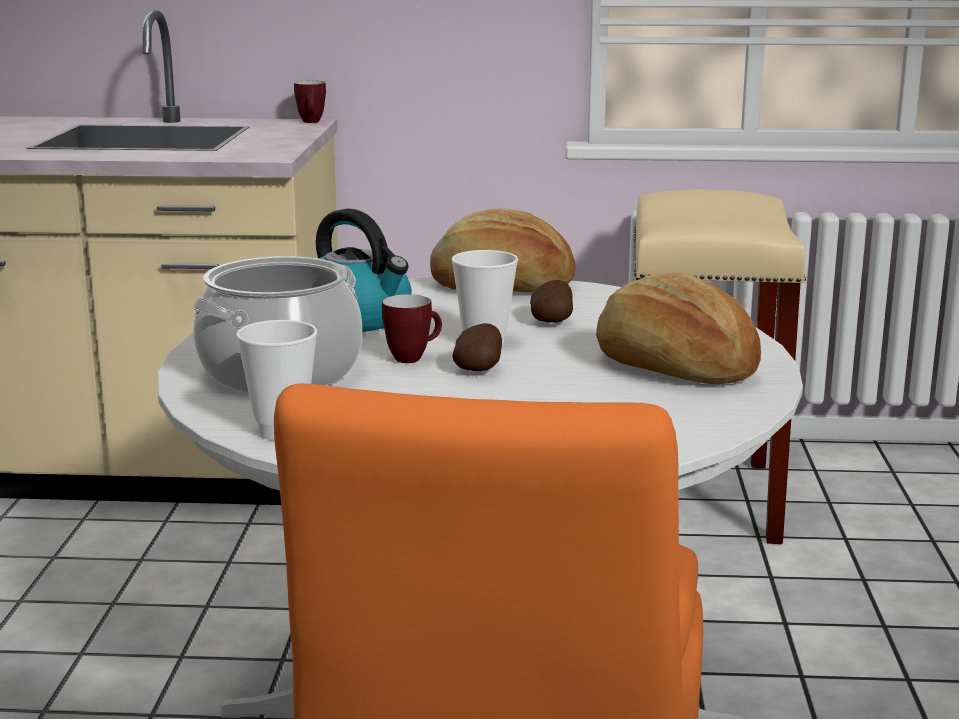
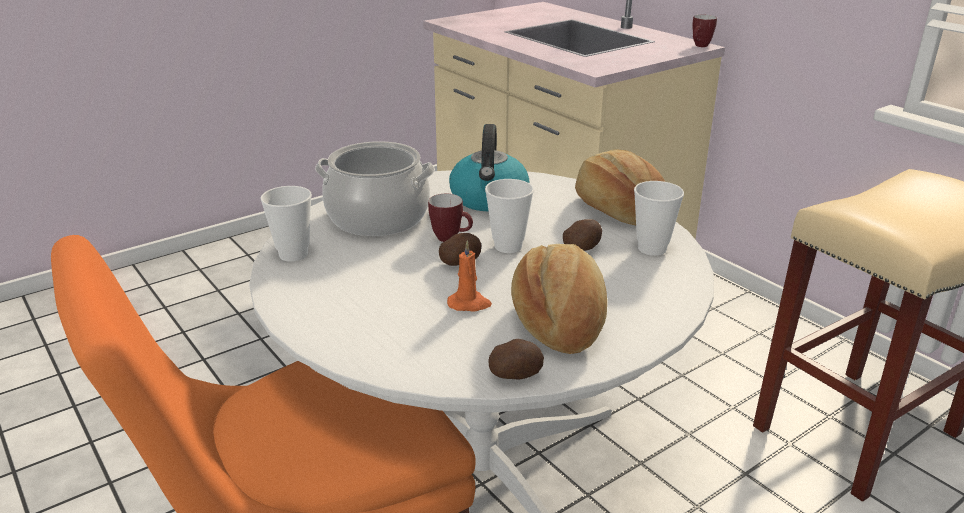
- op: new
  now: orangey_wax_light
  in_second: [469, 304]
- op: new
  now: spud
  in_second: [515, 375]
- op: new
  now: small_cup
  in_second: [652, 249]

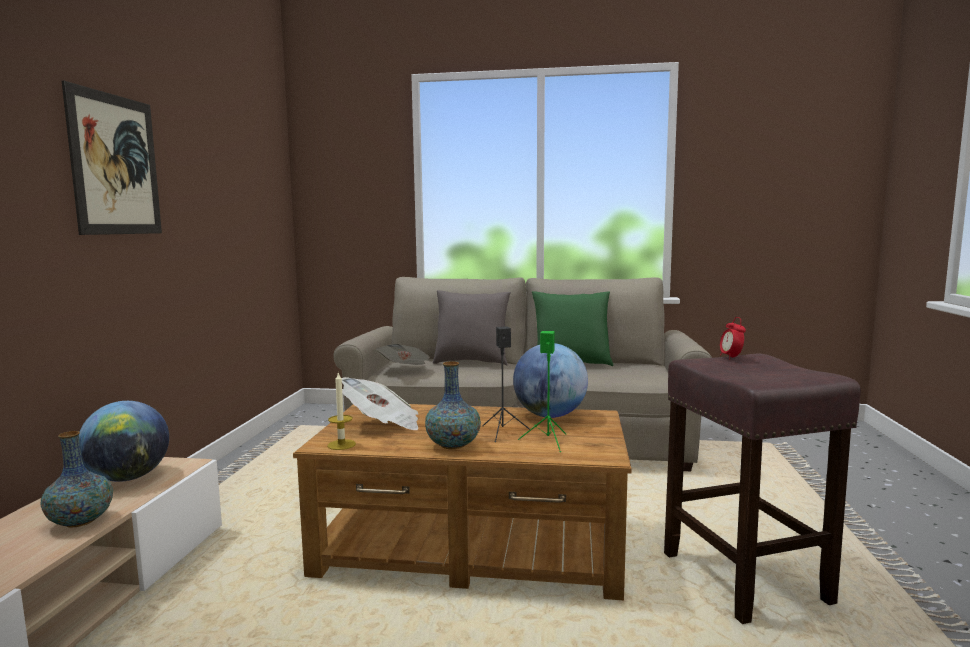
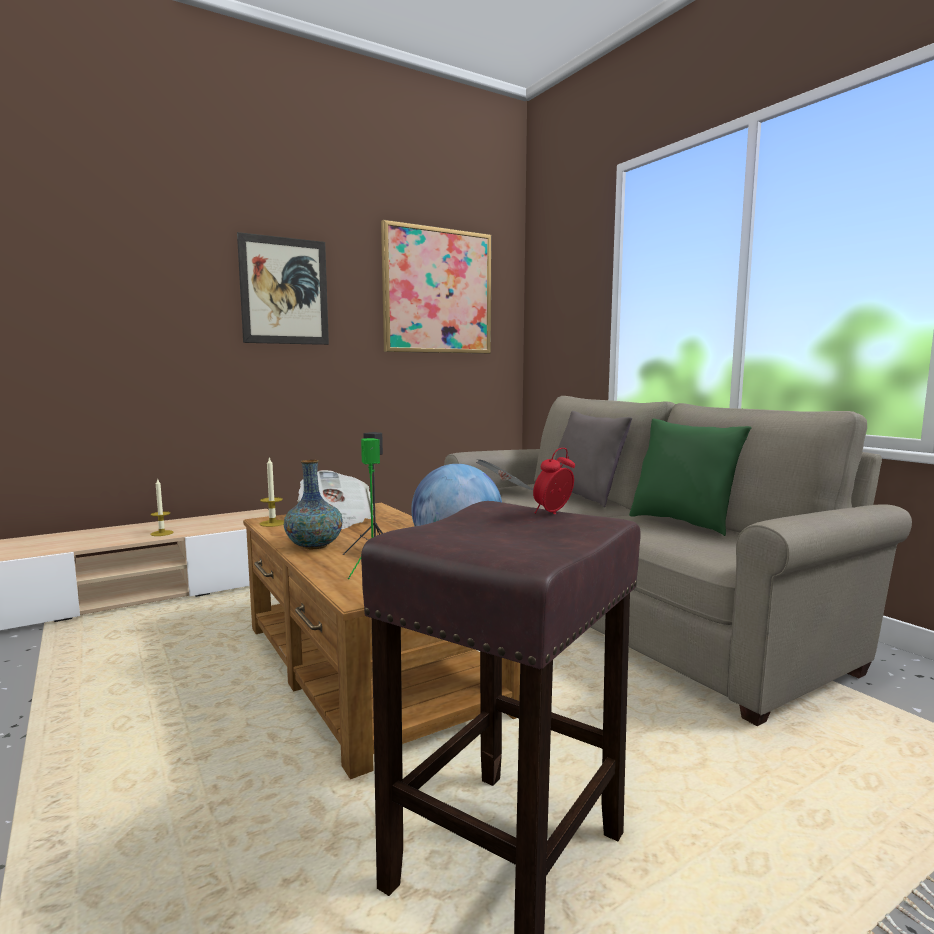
- op: swapped
  was: flower_vase
  now: wax_light
  in_first: [80, 521]
  in_second: [162, 533]
- op: new
  now: picture
  in_second: [438, 291]
- op: gone
  was: desk_globe
  in_first: [128, 478]

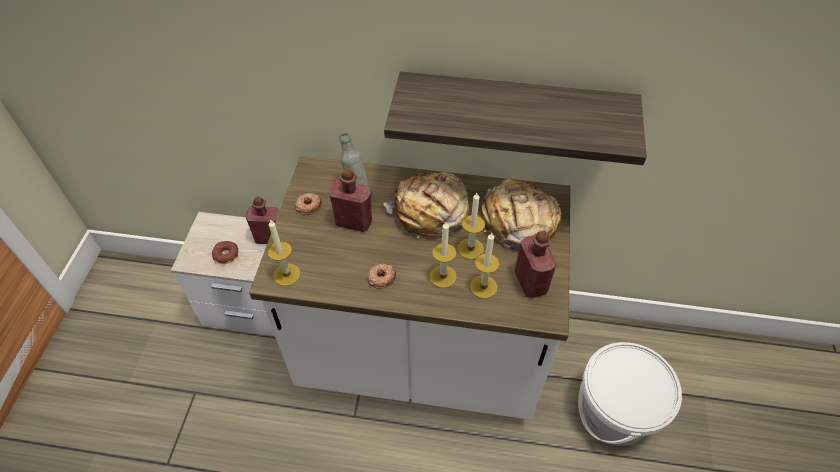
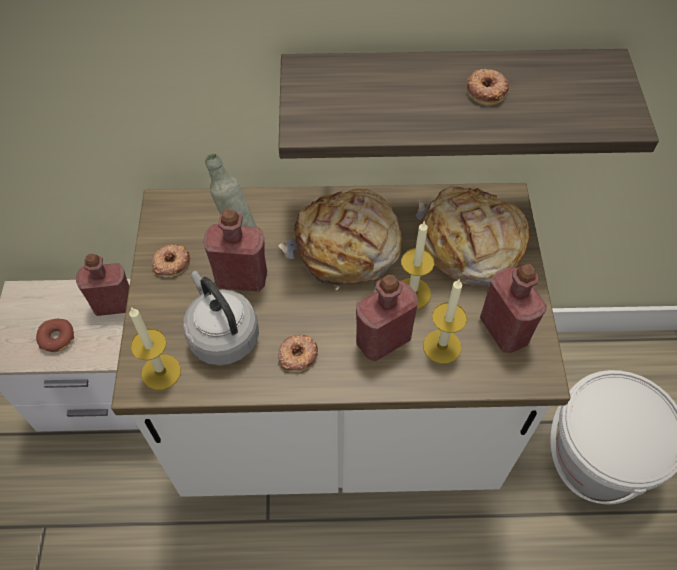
- op: new
  now: grey_kettle
  in_second: [222, 335]
- op: swapped
  was: wax_light
  now: red_bottle
  in_first: [443, 276]
  in_second: [383, 340]
- op: new
  now: donut
  in_second: [486, 90]

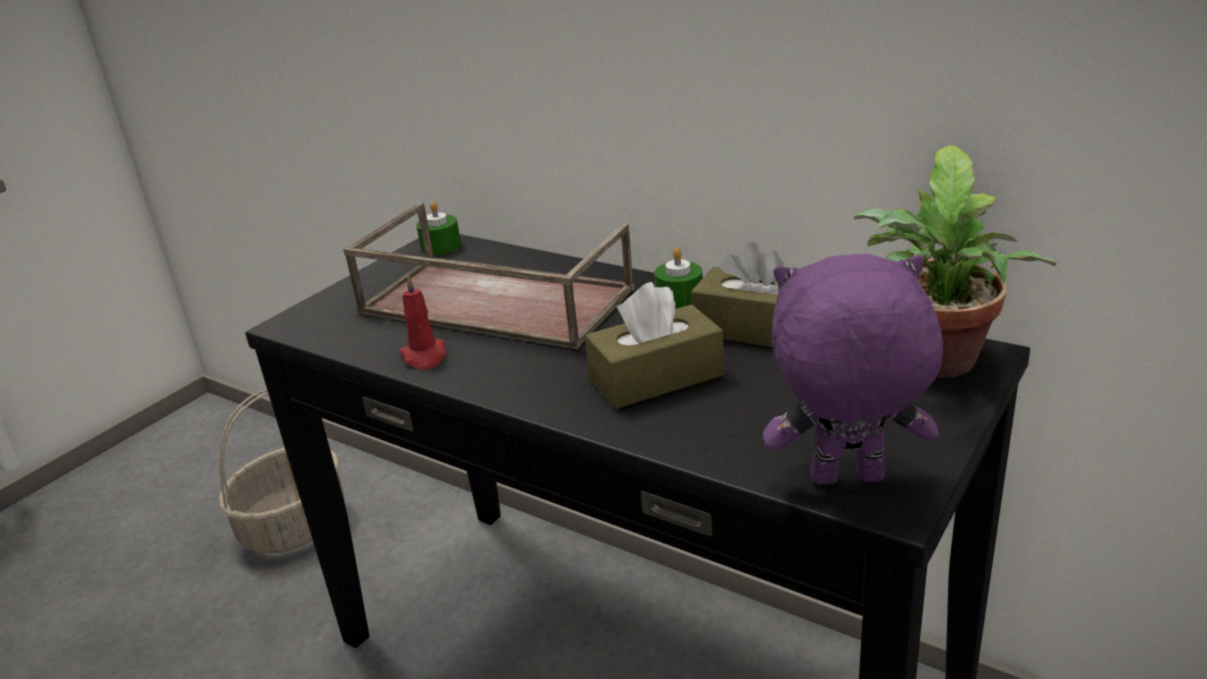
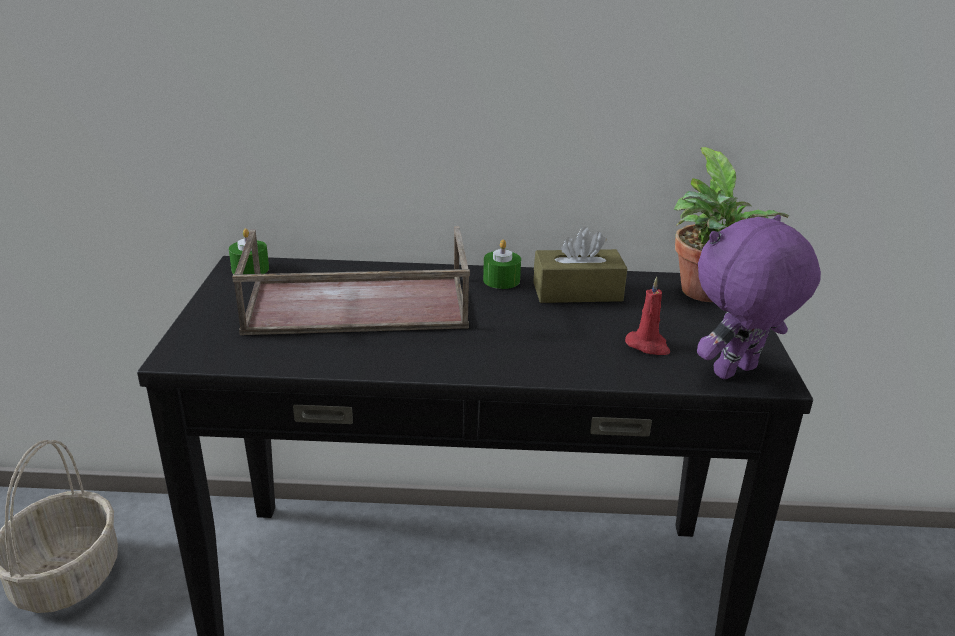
- op: shifted
  was: red_wax_light
  in_first: [425, 357]
  in_second: [648, 346]
- op: gone
  was: brown-coloured_box_of_tissues
  in_first: [656, 378]

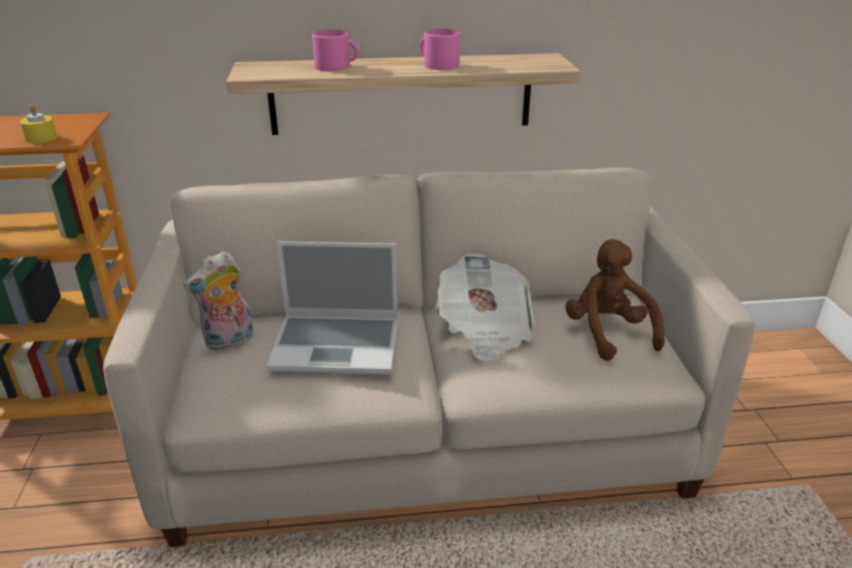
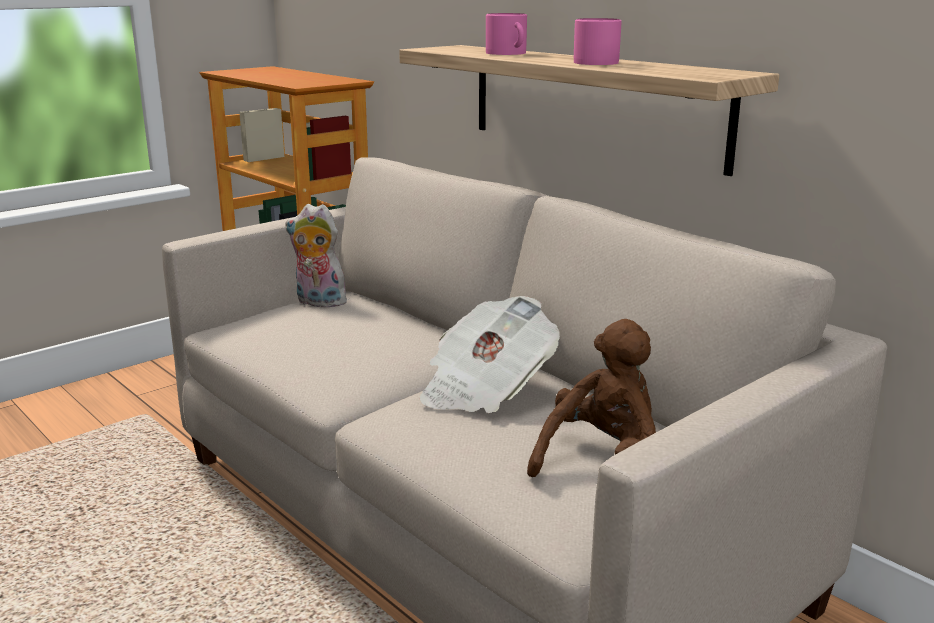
- op: gone
  was: yellow-coloured_wax_light
  in_first: [41, 138]
- op: gone
  was: portable_computer
  in_first: [338, 345]

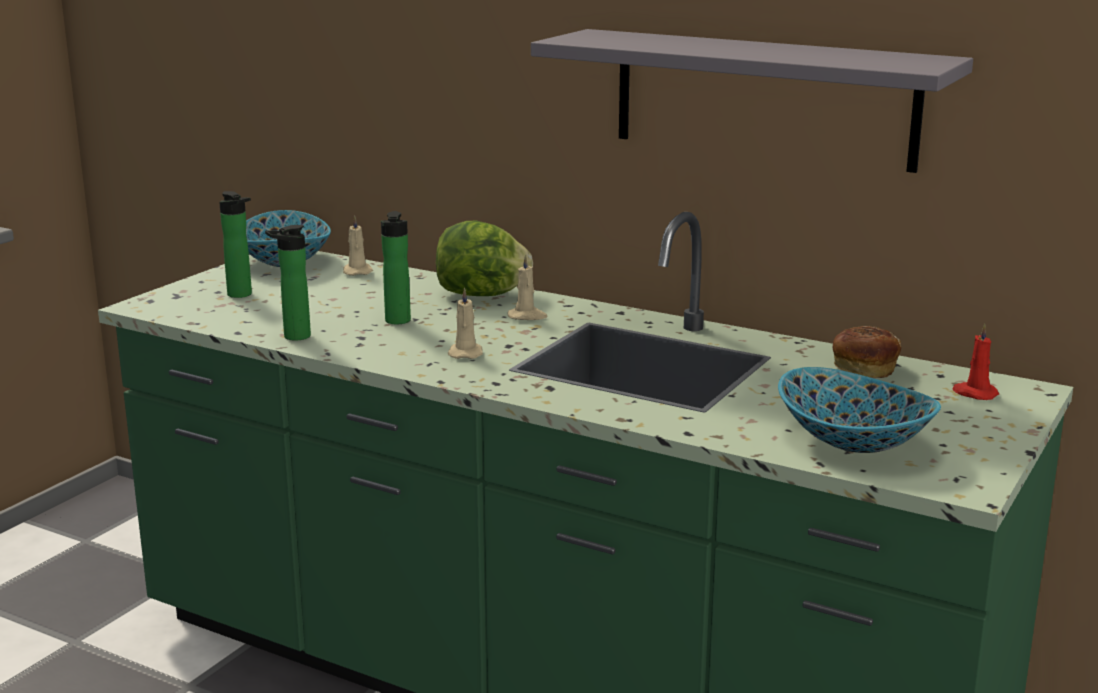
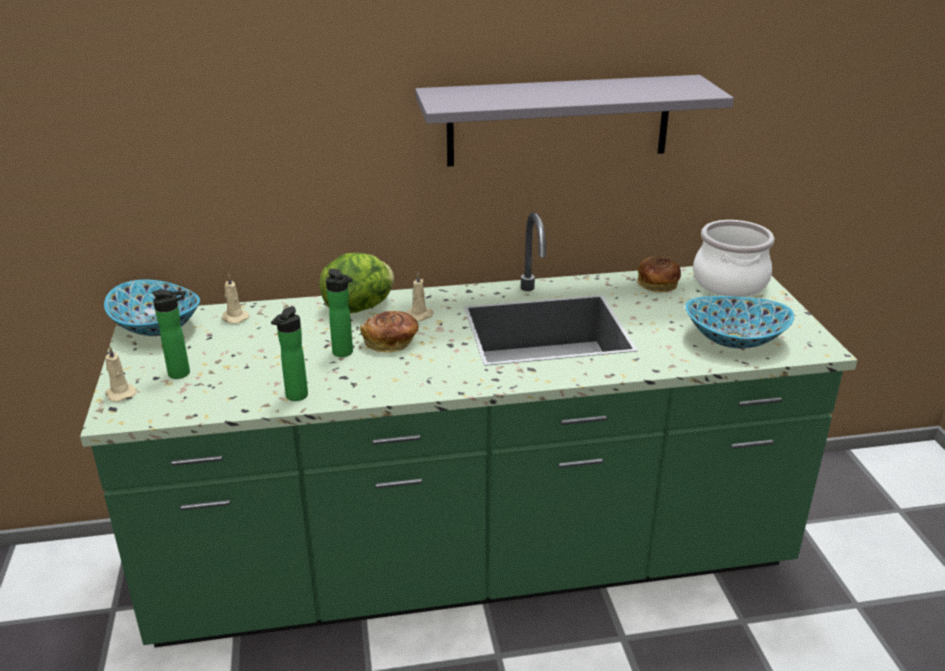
- op: shifted
  was: beige-coloured_wax_light
  in_first: [466, 353]
  in_second: [120, 393]
- op: new
  now: bakery_bread
  in_second: [391, 343]
- op: swapped
  was: red_wax_light
  now: cooking_pot
  in_first: [974, 393]
  in_second: [729, 283]

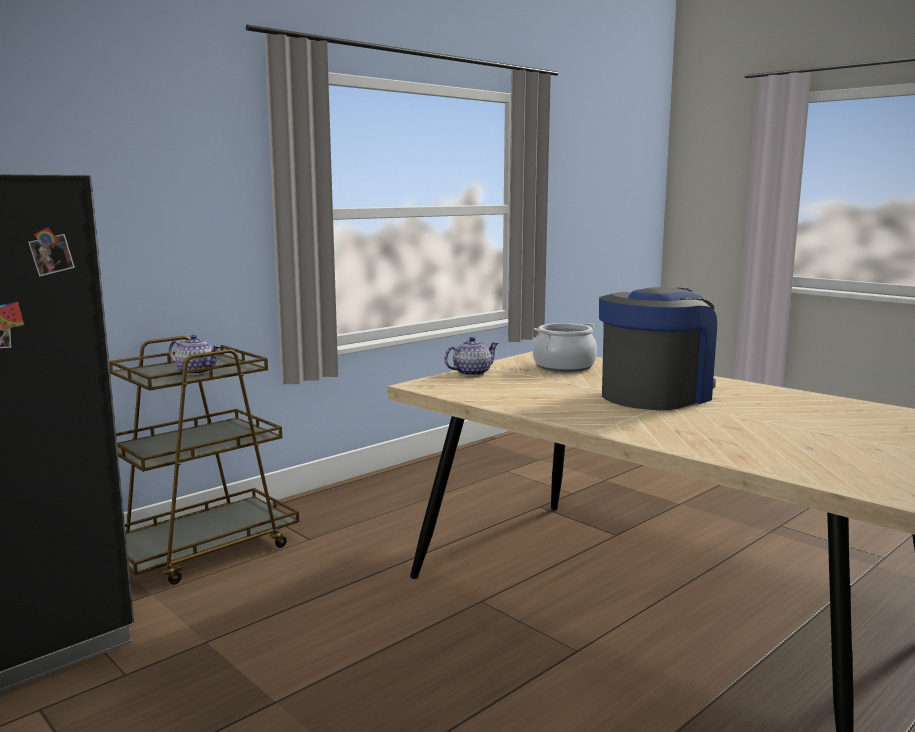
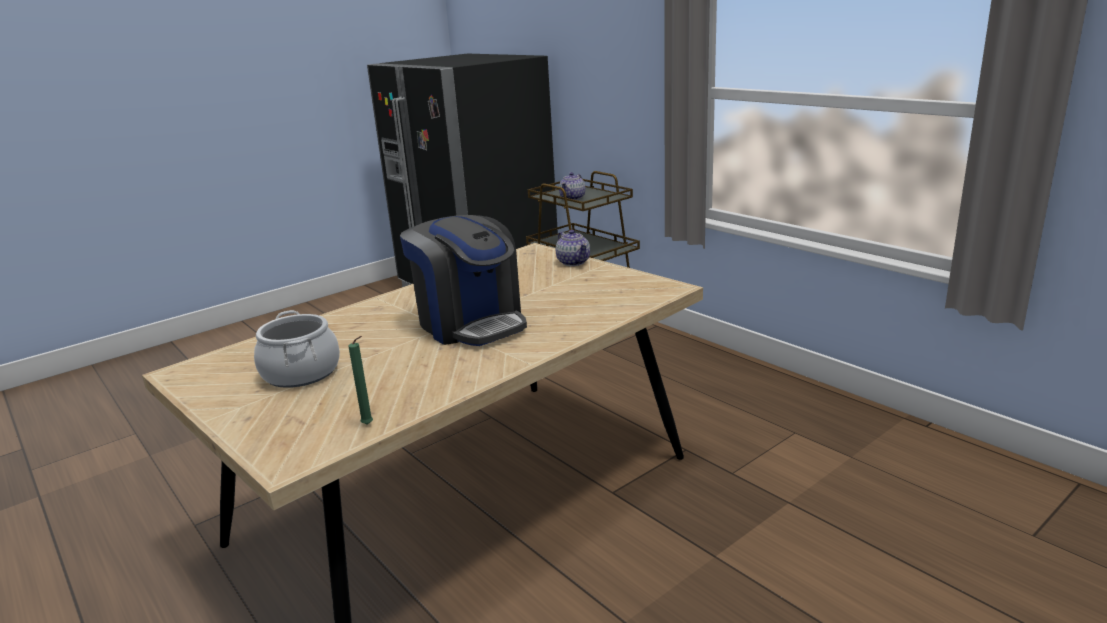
- op: shifted
  was: cooking_pot
  in_first: [564, 367]
  in_second: [301, 373]
- op: new
  now: greenish_wax_light
  in_second: [369, 424]

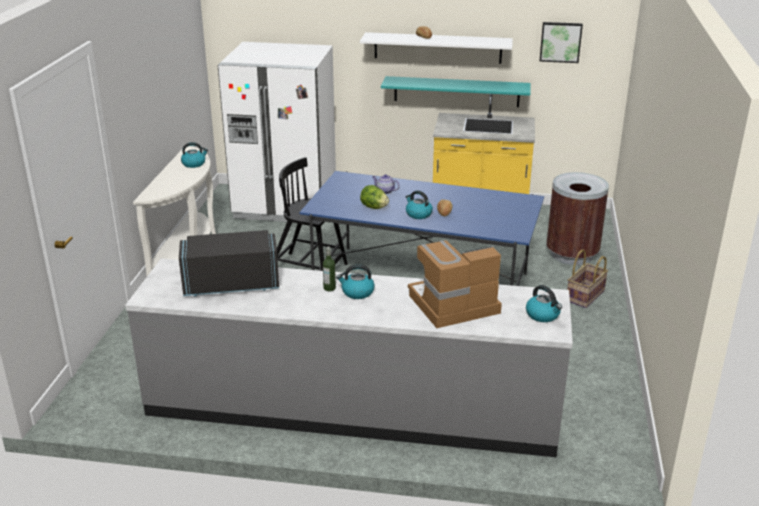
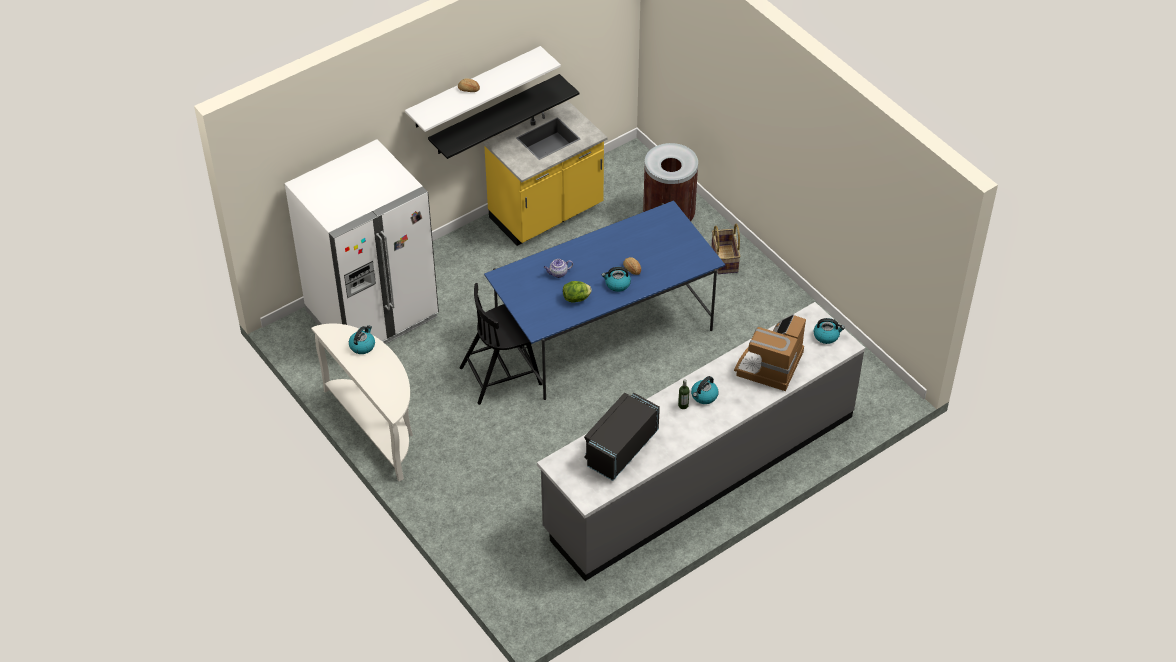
- op: repainted
  was: blue-green_shelf
  now: black_shelf
  in_first: [456, 91]
  in_second: [495, 115]
- op: gone
  was: picture
  in_first: [560, 42]

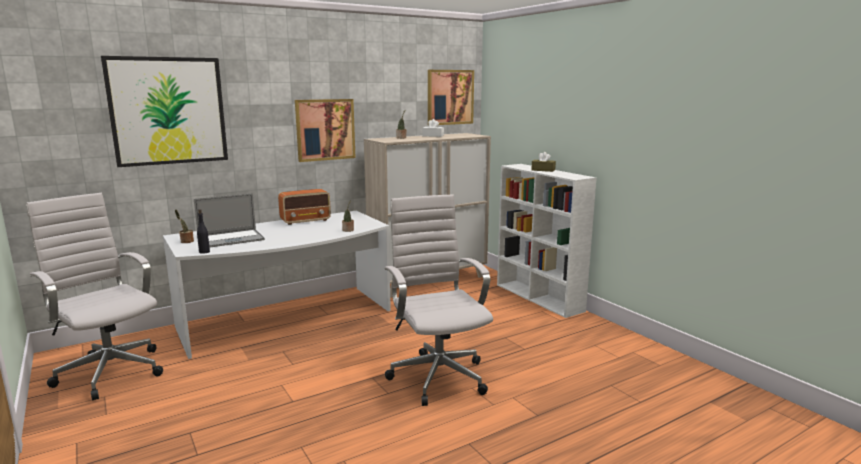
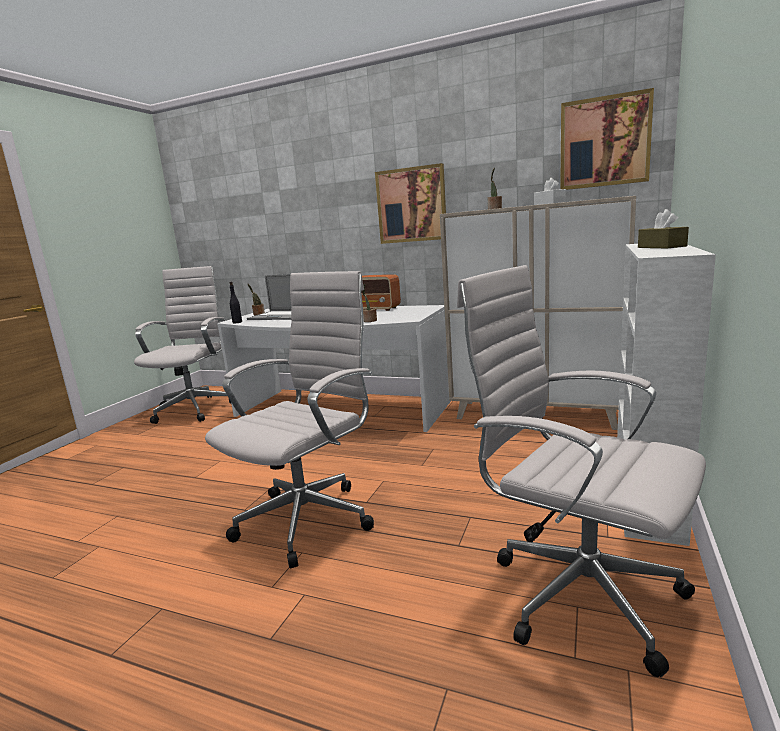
- op: new
  now: white_desk_chair
  in_second: [576, 592]
- op: gone
  was: picture
  in_first: [168, 111]

